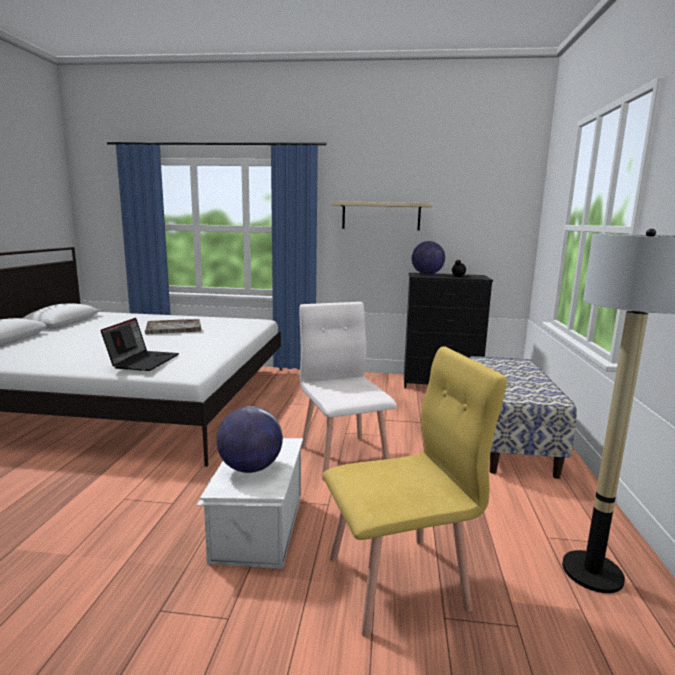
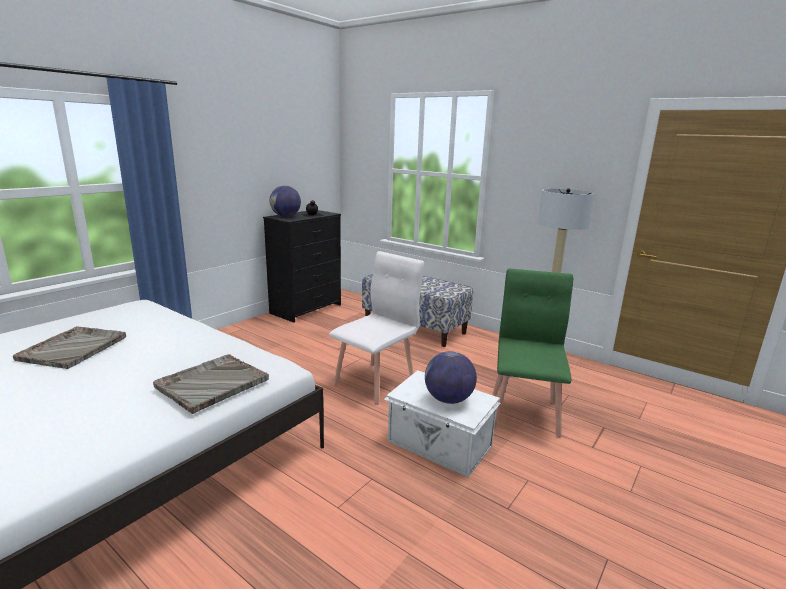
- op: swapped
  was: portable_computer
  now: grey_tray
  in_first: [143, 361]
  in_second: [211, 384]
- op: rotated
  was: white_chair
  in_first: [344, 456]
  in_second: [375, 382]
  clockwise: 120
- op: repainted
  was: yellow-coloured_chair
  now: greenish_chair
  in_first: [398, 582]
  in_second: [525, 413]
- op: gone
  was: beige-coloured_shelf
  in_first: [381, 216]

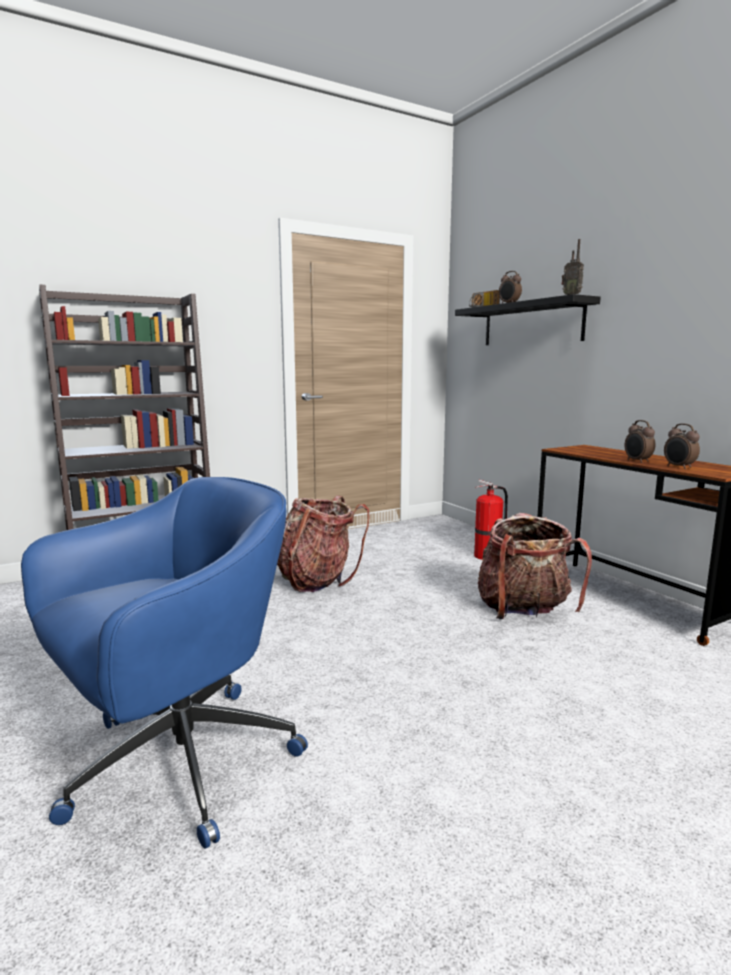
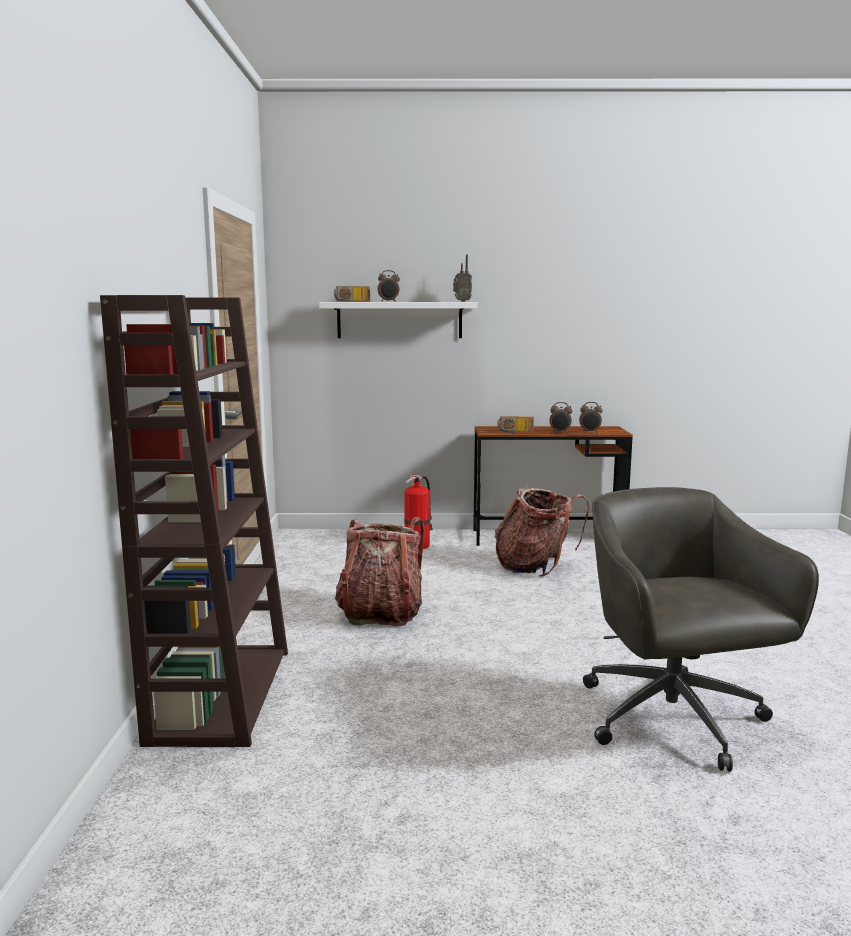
- op: repainted
  was: black_shelf
  now: white_shelf
  in_first: [531, 324]
  in_second: [399, 320]
- op: new
  now: radio_set
  in_second: [515, 432]
- op: repainted
  was: blue_desk_chair
  now: grey_desk_chair
  in_first: [176, 764]
  in_second: [674, 720]

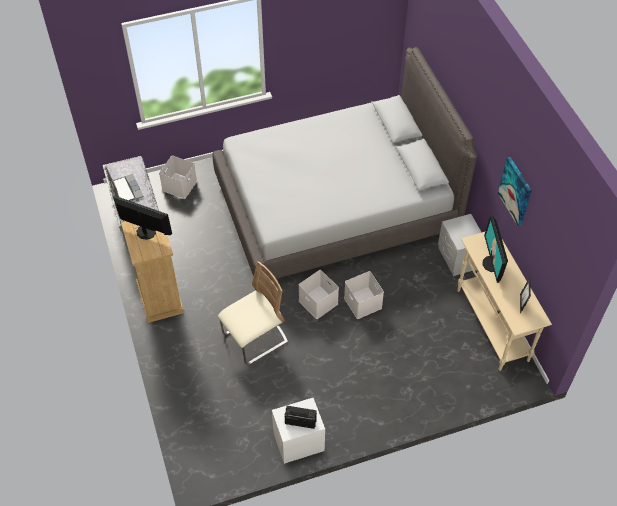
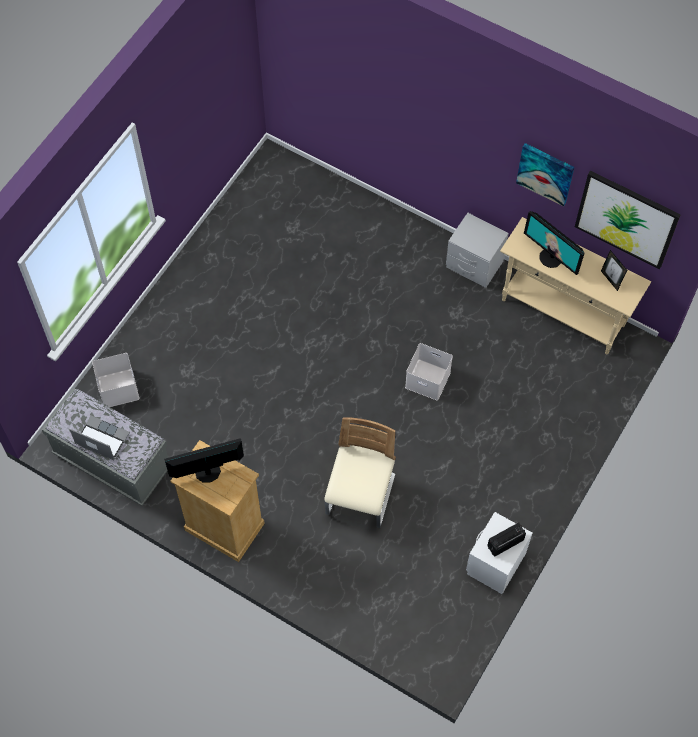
- op: new
  now: picture
  in_second: [626, 219]
- op: gone
  was: grey_sleeping_bed
  in_first: [336, 207]
- op: gone
  was: white_storage_box
  in_first: [319, 302]

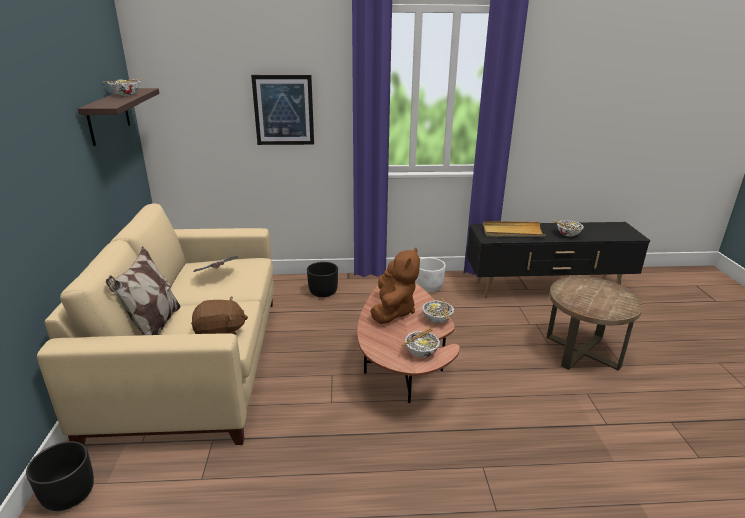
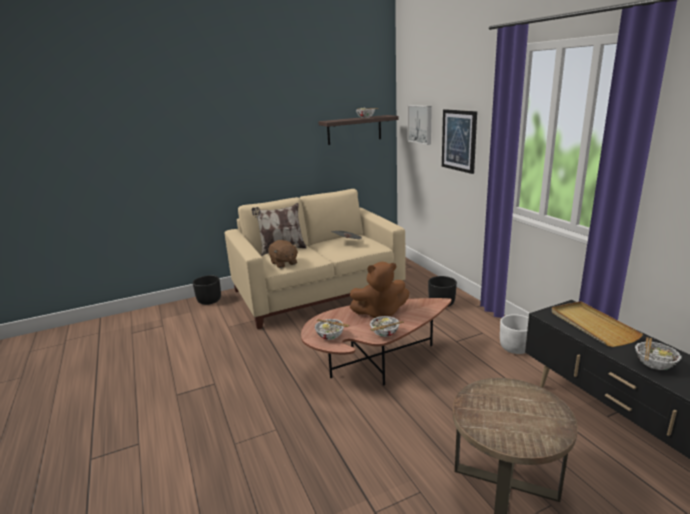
- op: new
  now: picture
  in_second: [420, 124]

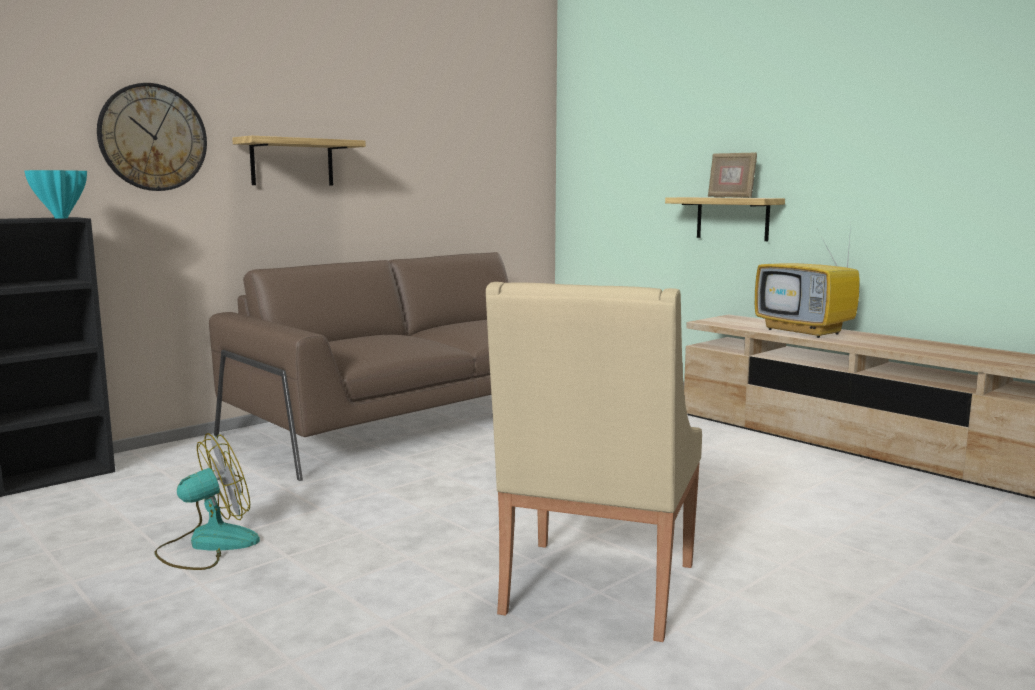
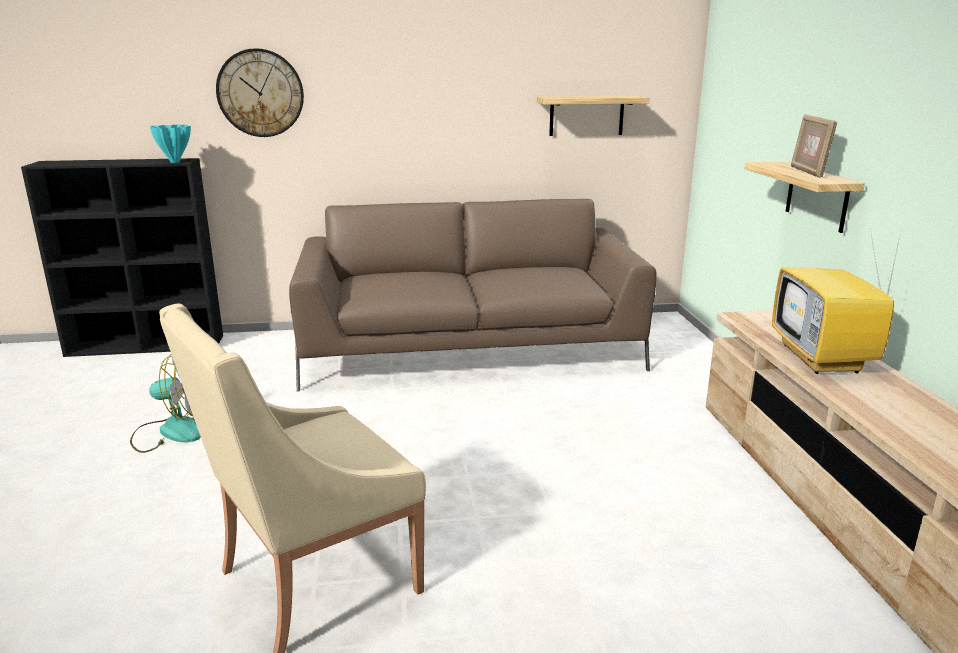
- op: shifted
  was: shelf
  in_first: [292, 162]
  in_second: [586, 115]

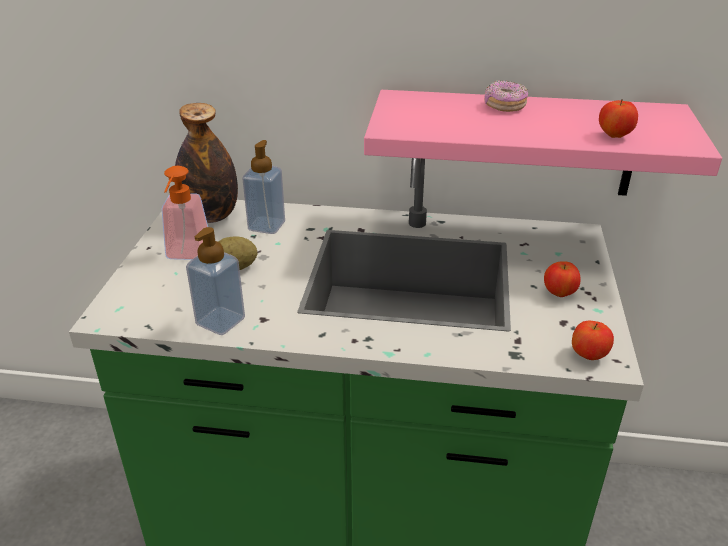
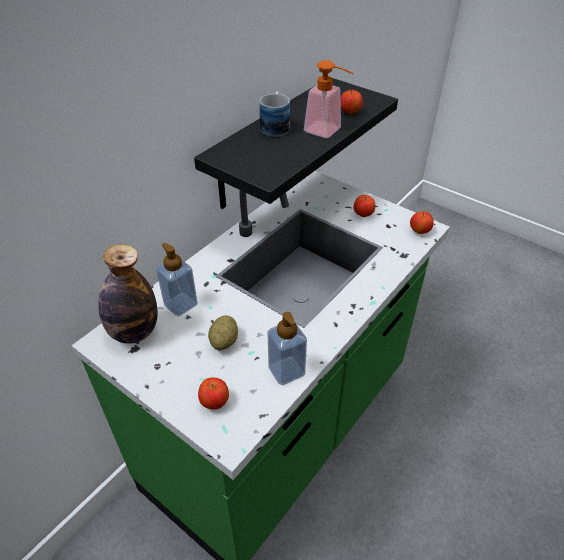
- op: repainted
  was: pinkish_shelf
  now: black_shelf
  in_first: [524, 143]
  in_second: [269, 144]
- op: new
  now: whole_apple
  in_second: [214, 402]
- op: swapped
  was: donut
  now: coffee_mug
  in_first: [504, 106]
  in_second: [275, 126]
- op: shifted
  was: liquid_soap_bottle
  in_first: [187, 255]
  in_second: [328, 132]

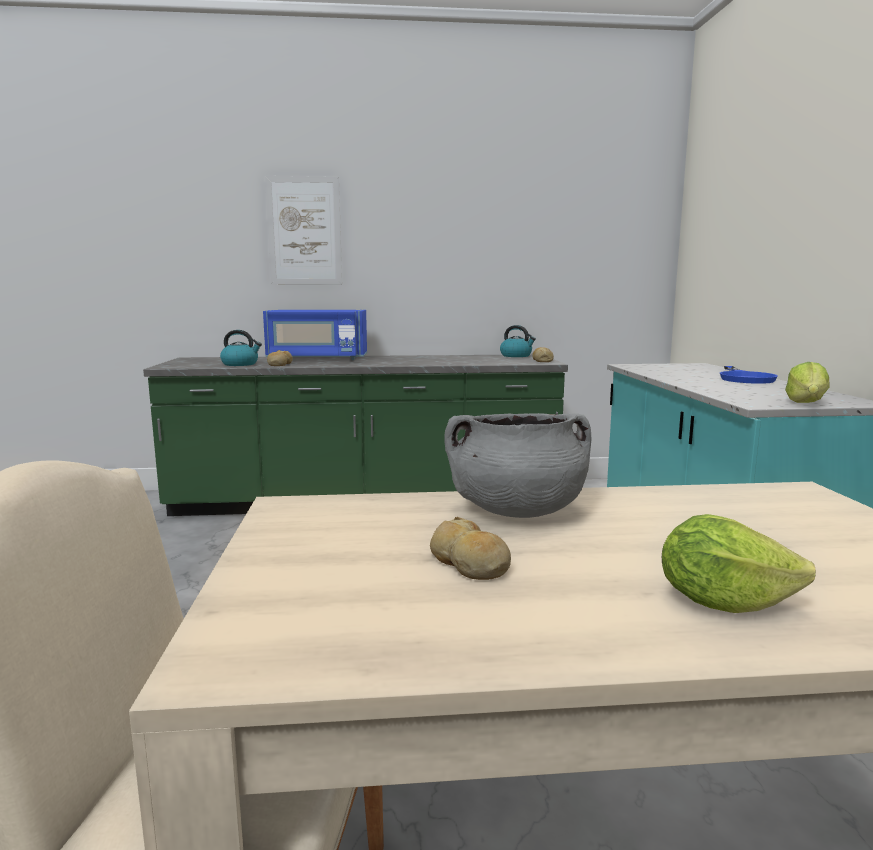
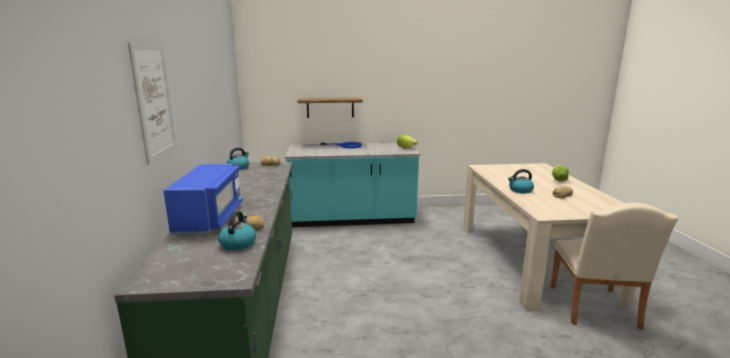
- op: new
  now: shelf
  in_second: [330, 107]
- op: swapped
  was: grey_cooking_pot
  now: kettle
  in_first: [517, 510]
  in_second: [520, 190]

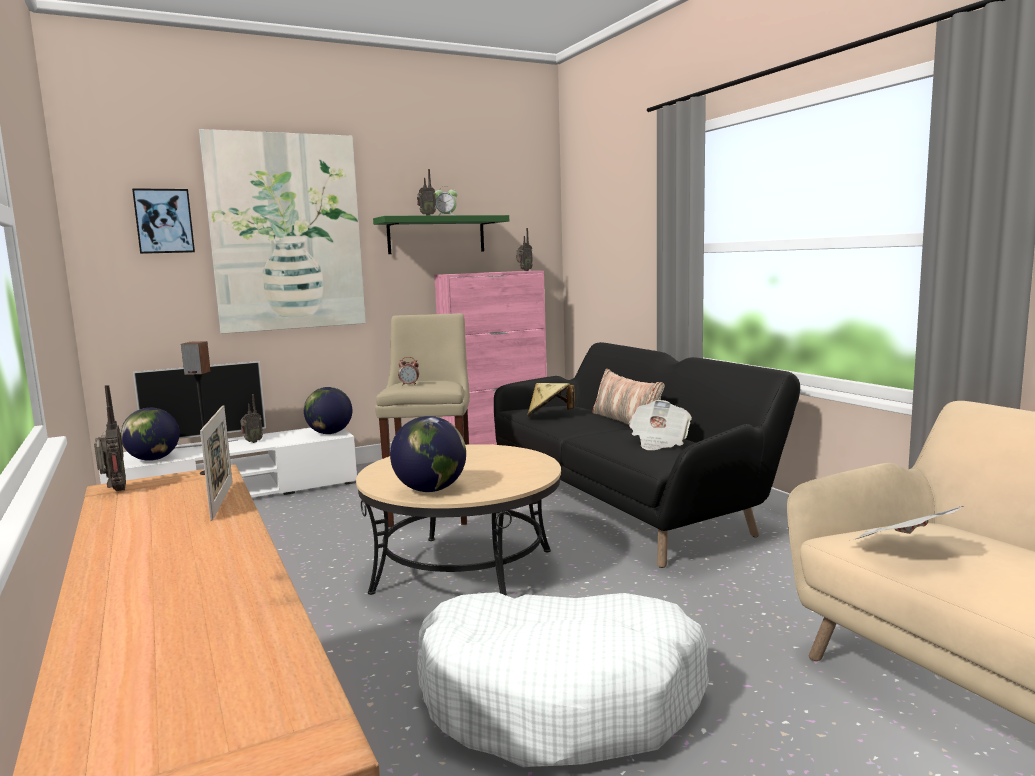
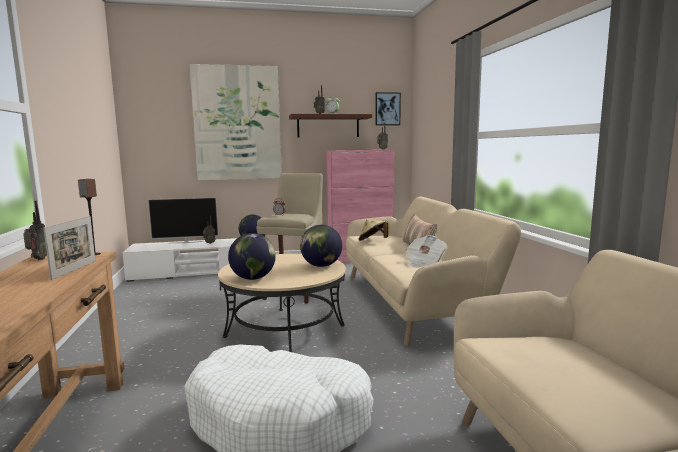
- op: repainted
  was: greenish_shelf
  now: brown-coloured_shelf
  in_first: [436, 235]
  in_second: [328, 126]
- op: shifted
  was: desk_globe
  in_first: [153, 459]
  in_second: [321, 266]
- op: repainted
  was: black_couch
  now: beige-coloured_couch
  in_first: [625, 503]
  in_second: [413, 301]
- op: shifted
  was: picture
  in_first: [164, 221]
  in_second: [387, 109]
- op: gone
  was: newspaper
  in_first: [901, 550]

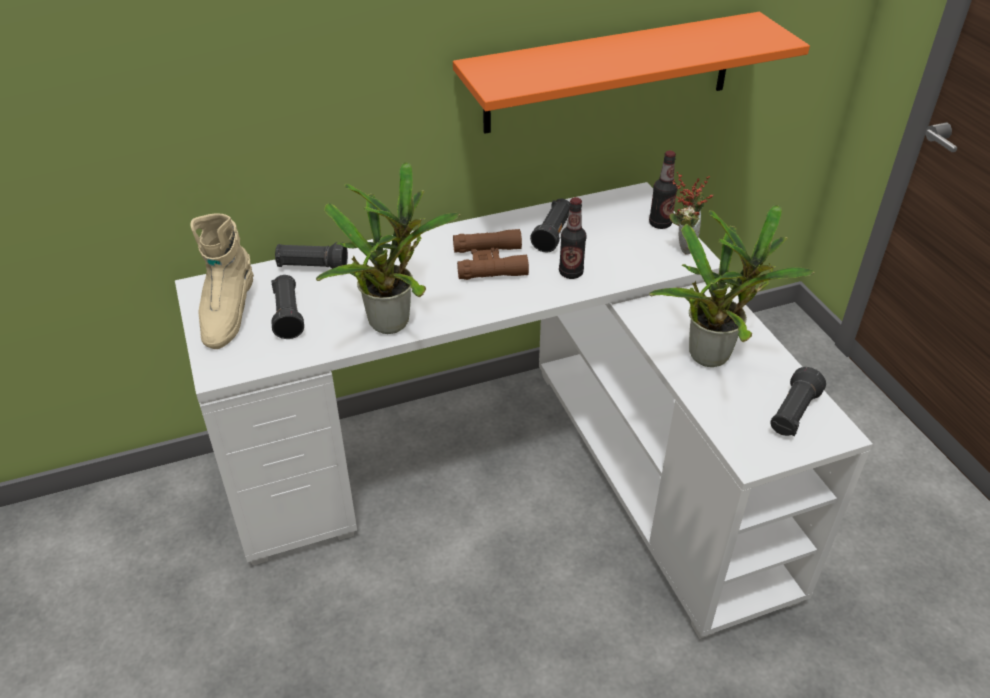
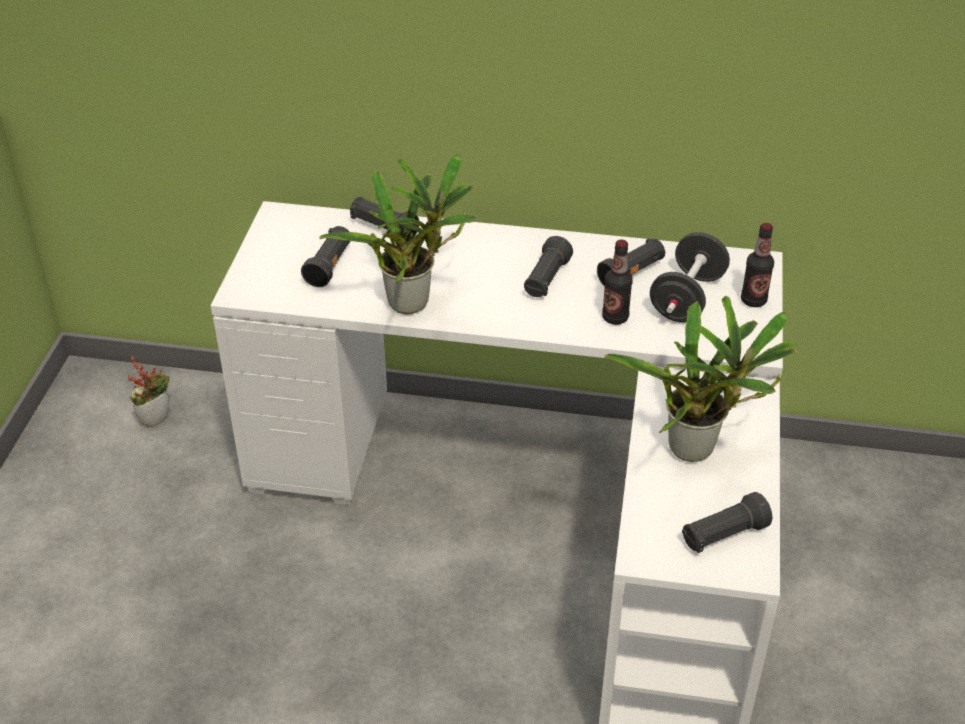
- op: shifted
  was: houseplant
  in_first: [683, 245]
  in_second: [155, 418]
- op: swapped
  was: brown-coloured_field_glasses
  now: black_hand_torch
  in_first: [490, 262]
  in_second: [546, 280]
- op: new
  now: black_dumbbell
  in_second: [687, 298]
- op: gone
  was: beige-coloured_high-top_boot
  in_first: [227, 315]
- op: gone
  was: orangey_shelf
  in_first: [609, 73]

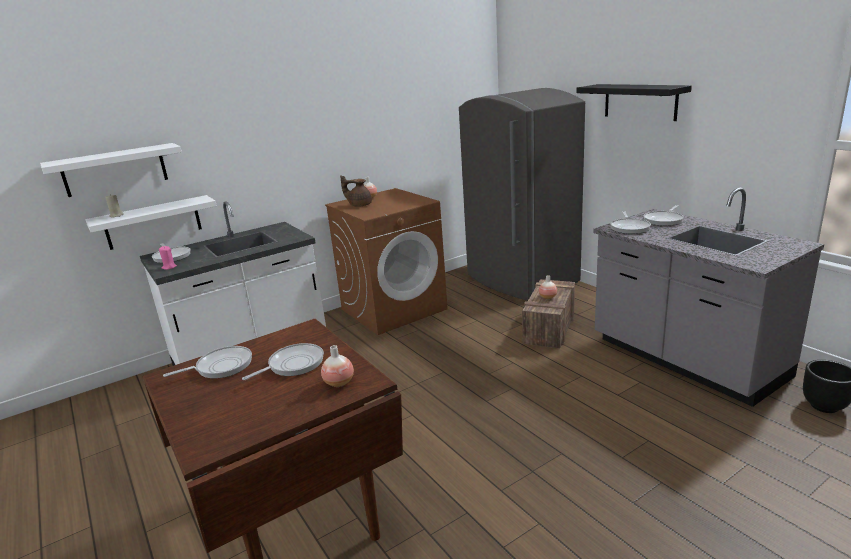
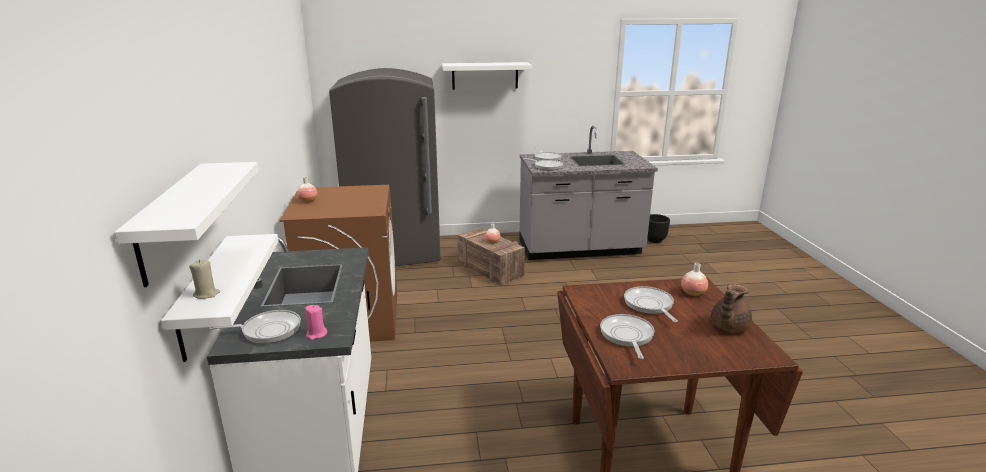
- op: repainted
  was: black_shelf
  now: white_shelf
  in_first: [640, 101]
  in_second: [485, 75]
- op: shifted
  was: brown-coloured_pot_for_tea
  in_first: [359, 205]
  in_second: [728, 327]

